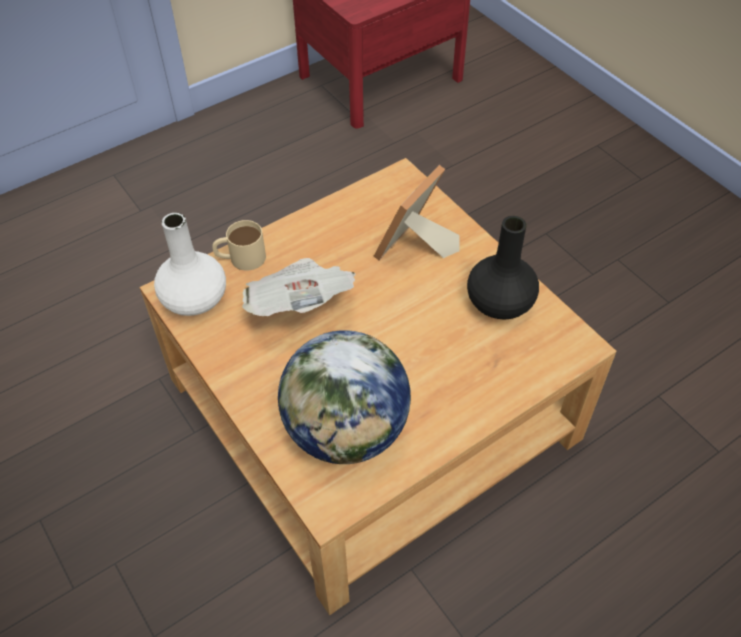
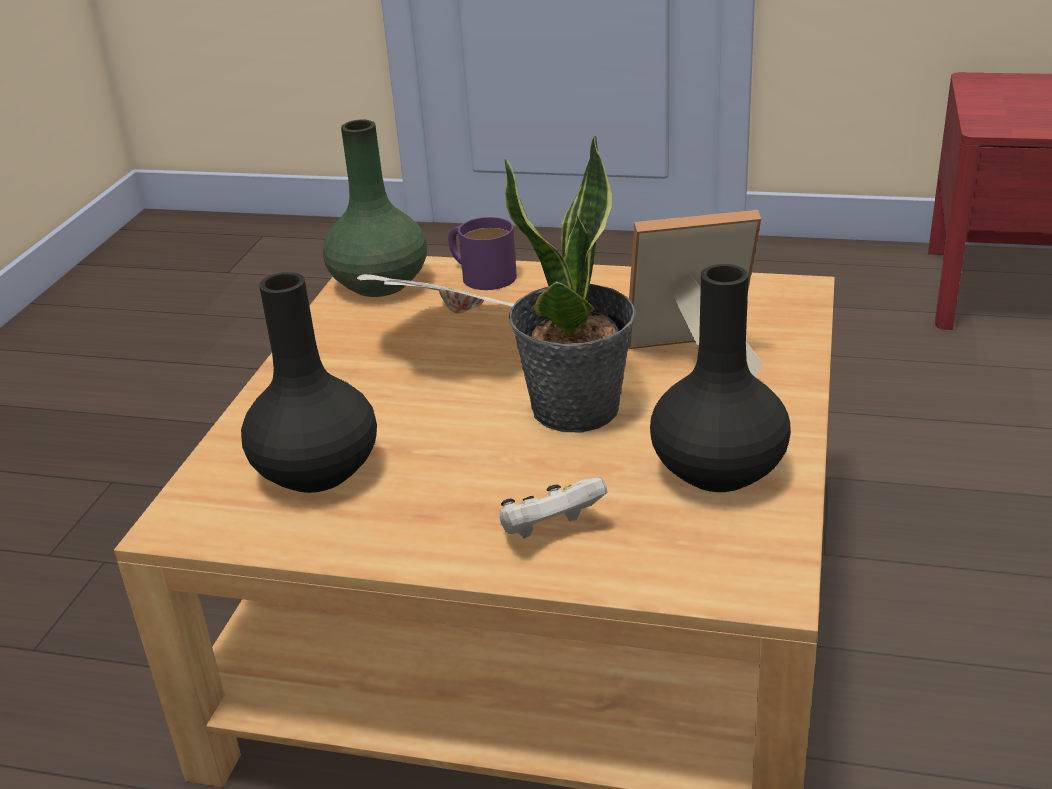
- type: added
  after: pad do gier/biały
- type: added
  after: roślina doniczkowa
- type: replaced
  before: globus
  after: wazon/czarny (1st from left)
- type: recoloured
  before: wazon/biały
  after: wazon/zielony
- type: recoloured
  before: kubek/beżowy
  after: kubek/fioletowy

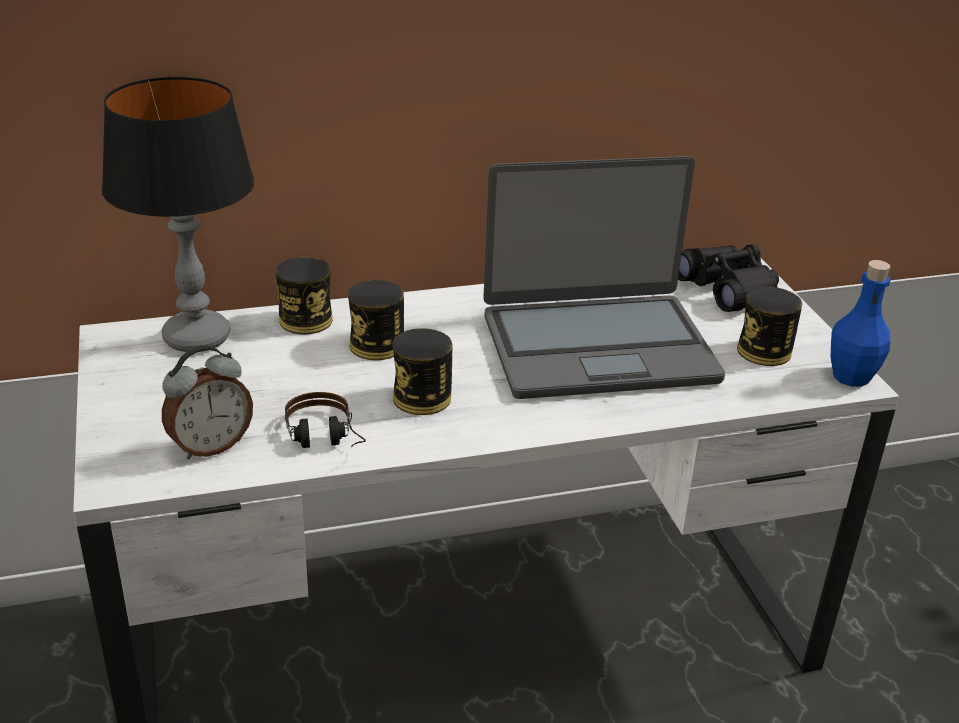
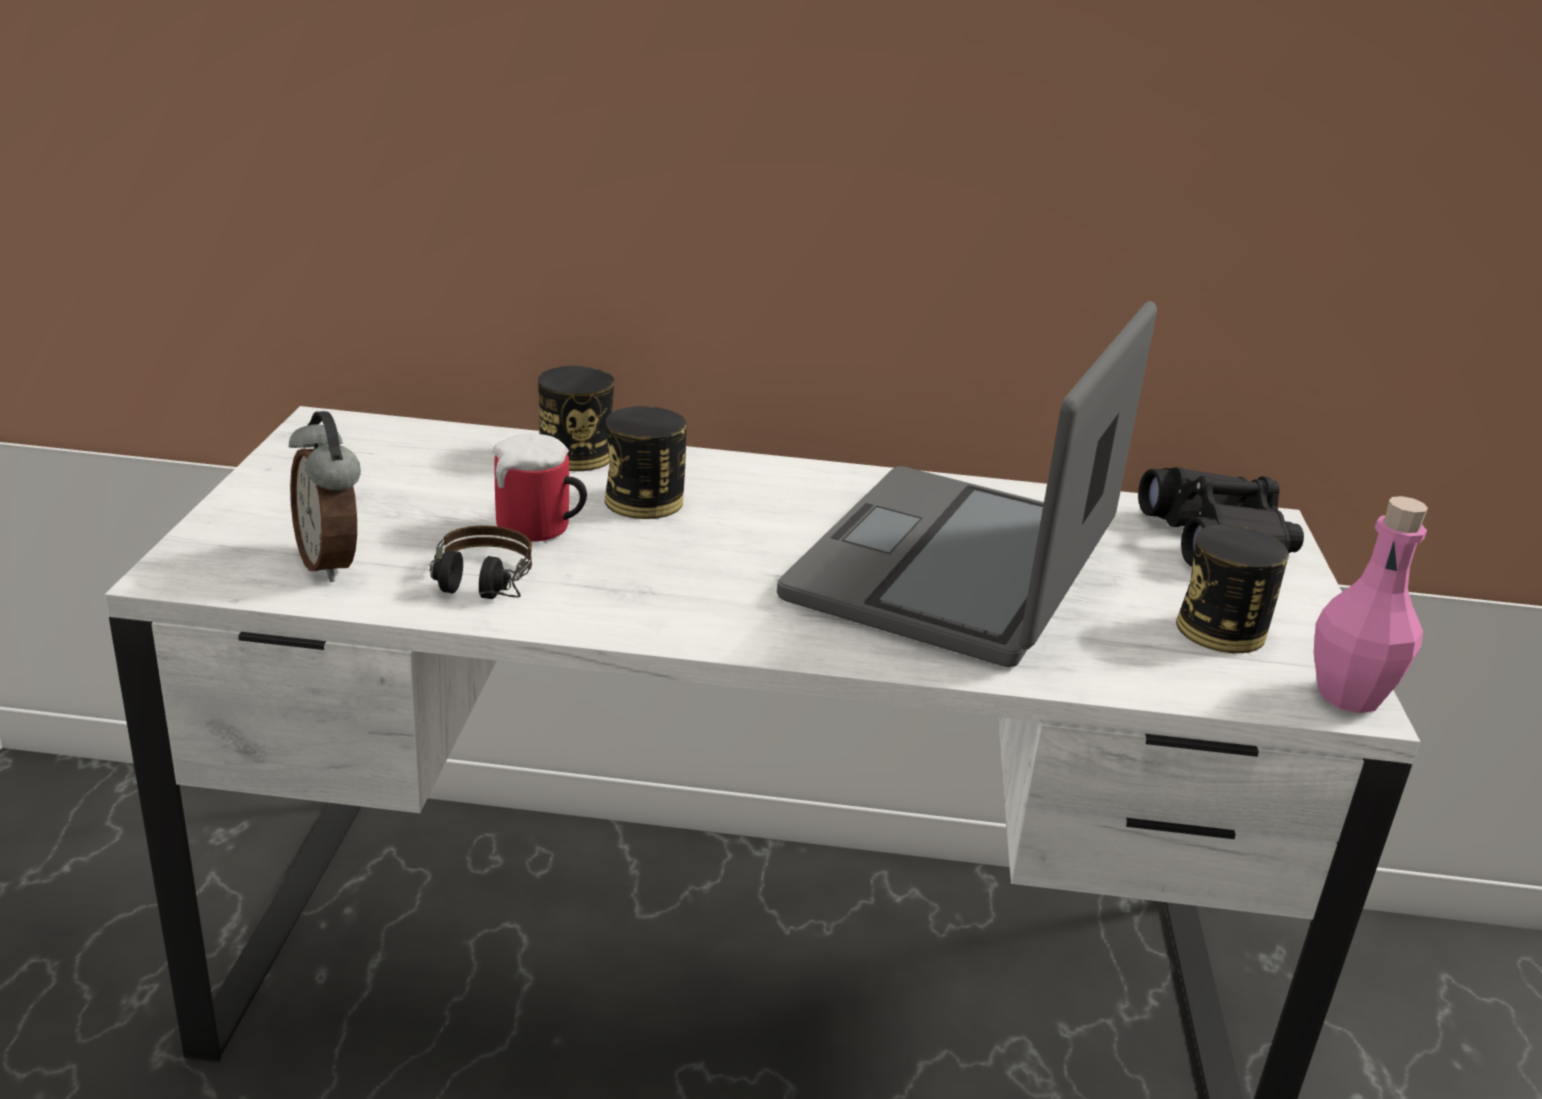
- type: removed
  before: lampa stołowa
- type: removed
  before: puszka (3rd from left)
- type: added
  after: kubek
- type: recoloured
  before: butelka/niebieski
  after: butelka/różowy
- type: turned
  before: budzik
  turn: 75
- type: turned
  before: laptop
  turn: 105

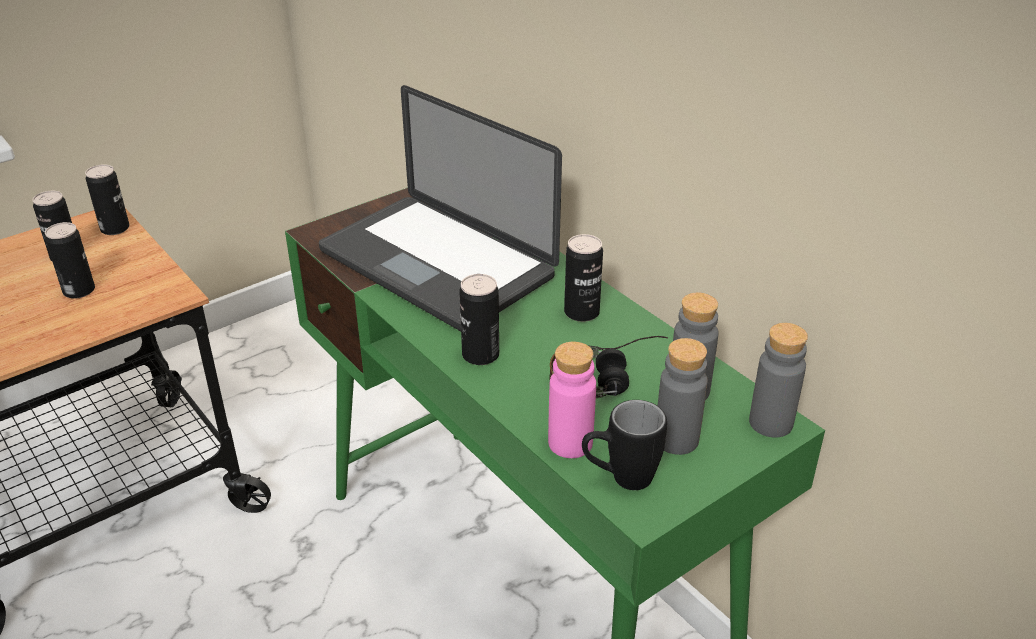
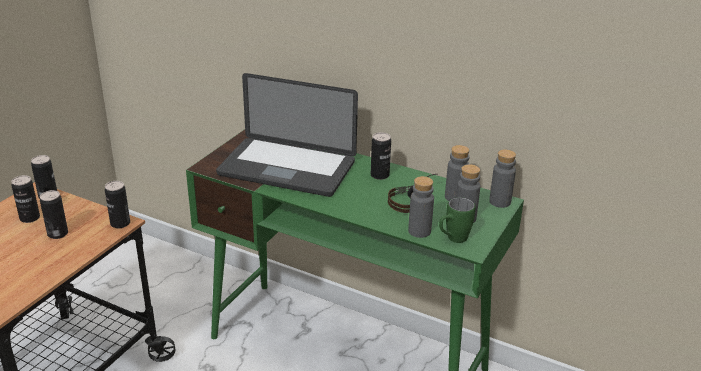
- type: moved
  before: puszka (4th from left)
- type: recoloured
  before: butelka/różowy
  after: butelka/szary (1st from left)
- type: recoloured
  before: kubek/czarny
  after: kubek/zielony

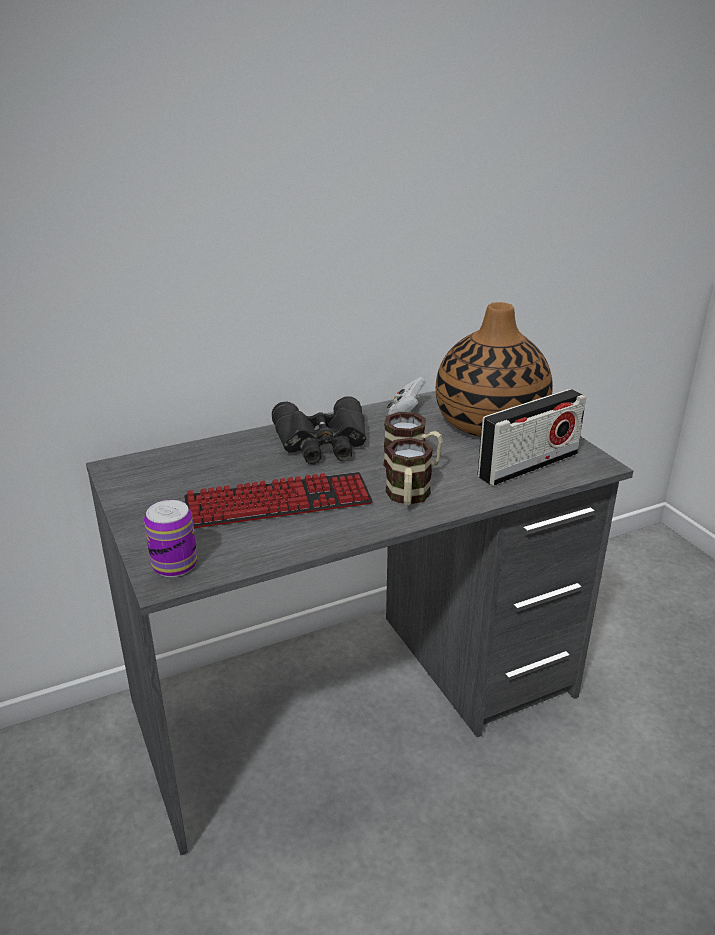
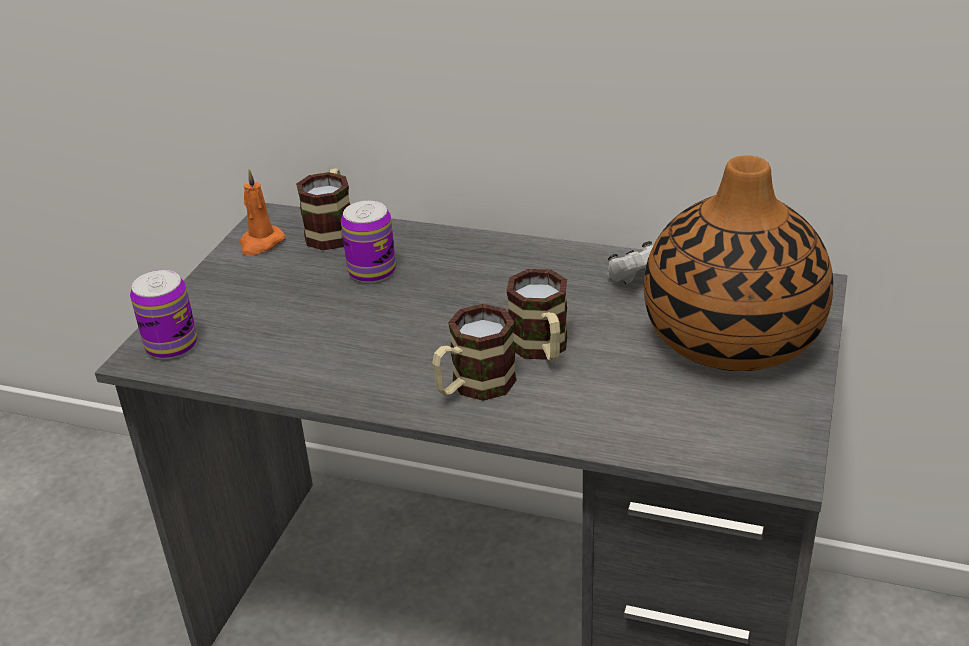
- type: removed
  before: klawiatura
- type: removed
  before: lornetka/czarny
- type: removed
  before: radio
- type: added
  after: świeca/pomarańczowy
- type: added
  after: kubek (1st from left)
- type: added
  after: puszka (2nd from left)

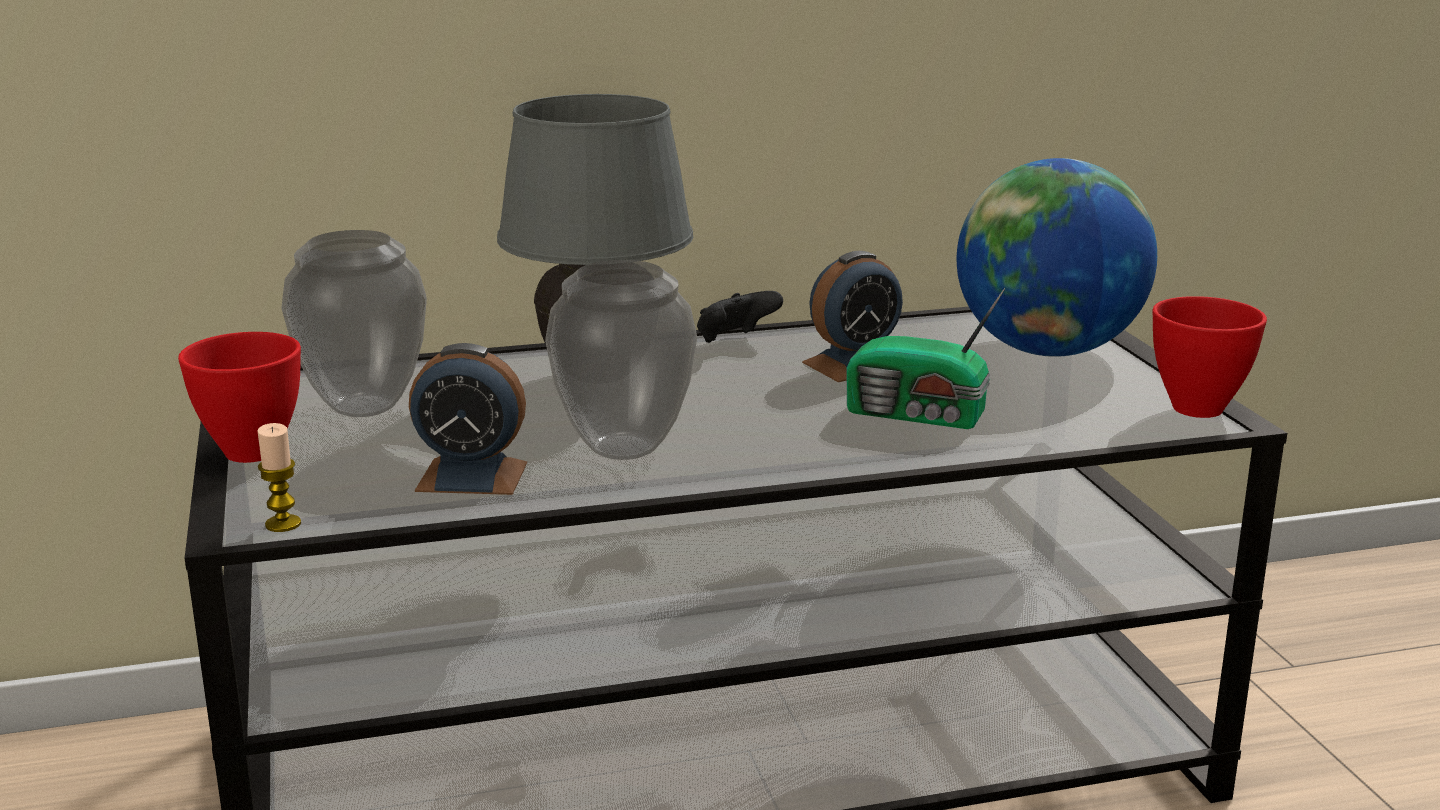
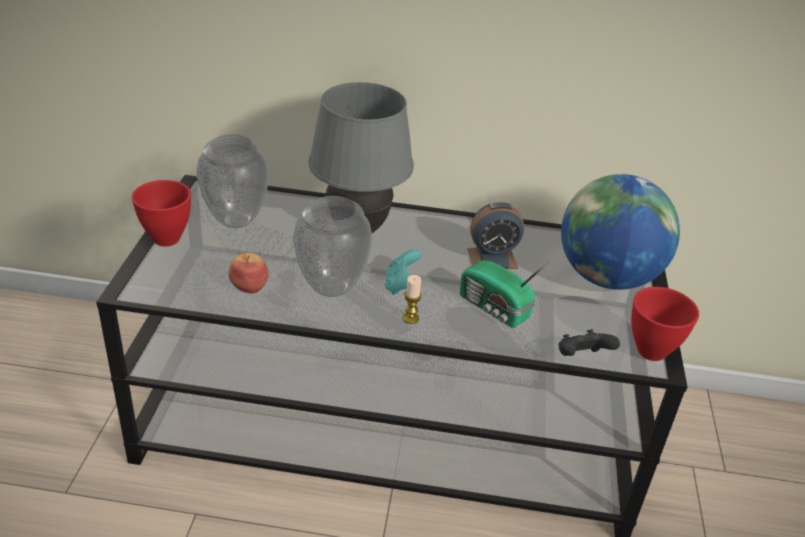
- type: added
  after: pad do gier/turkusowy
- type: moved
  before: świeca
- type: moved
  before: pad do gier/czarny
- type: replaced
  before: budzik (1st from left)
  after: jabłko

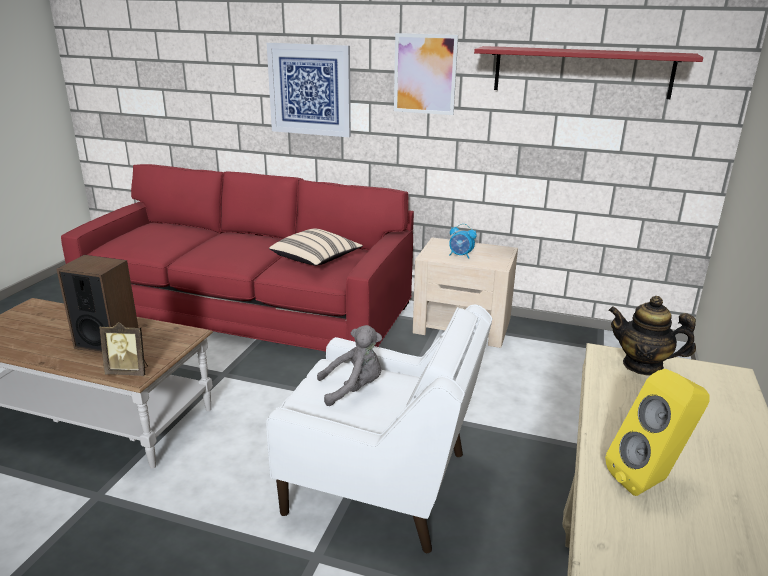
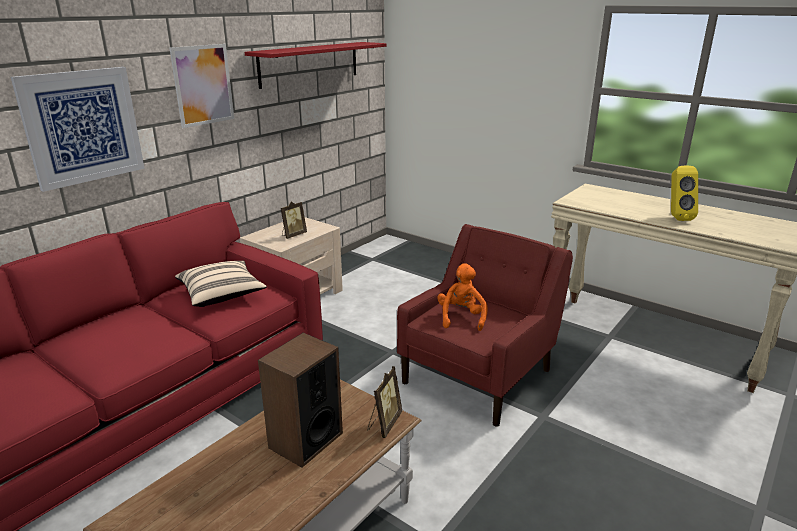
- type: removed
  before: imbryk
- type: replaced
  before: budzik
  after: ramka na zdjęcie (1st from left)
- type: recoloured
  before: fotel/biały
  after: fotel/czerwony
- type: recoloured
  before: pluszak/szary
  after: pluszak/pomarańczowy

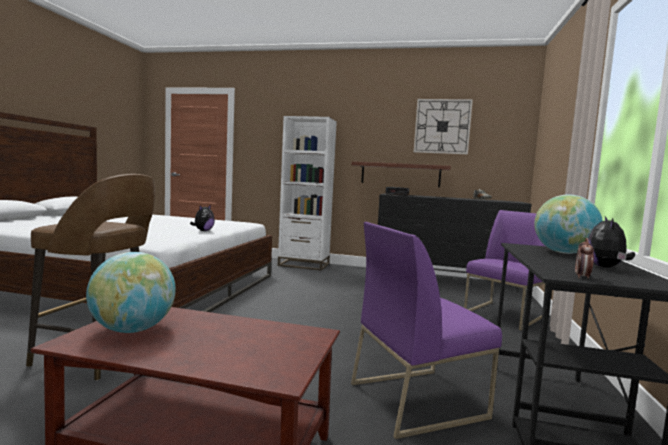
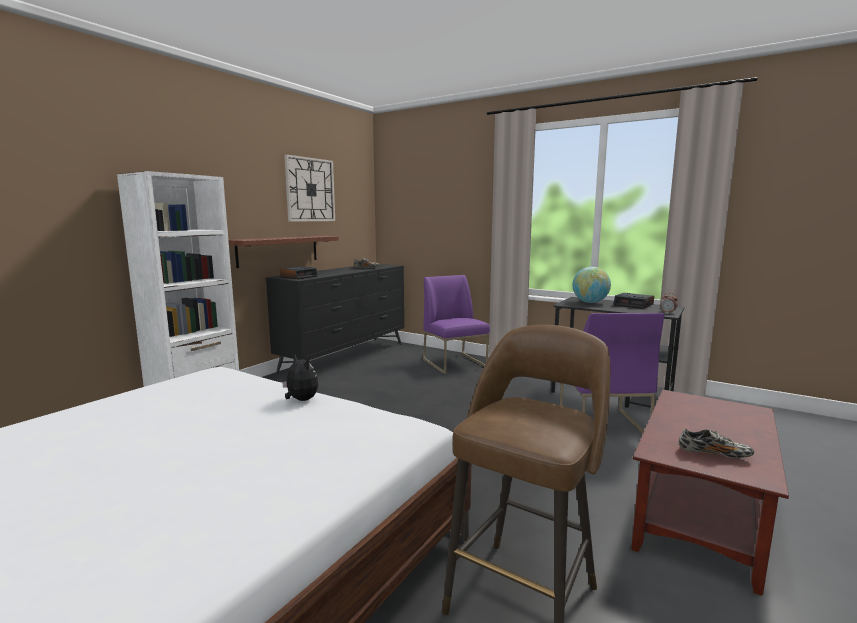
- type: replaced
  before: globus (1st from left)
  after: but (2nd from left)
- type: replaced
  before: pluszak (2nd from left)
  after: budzik (2nd from left)

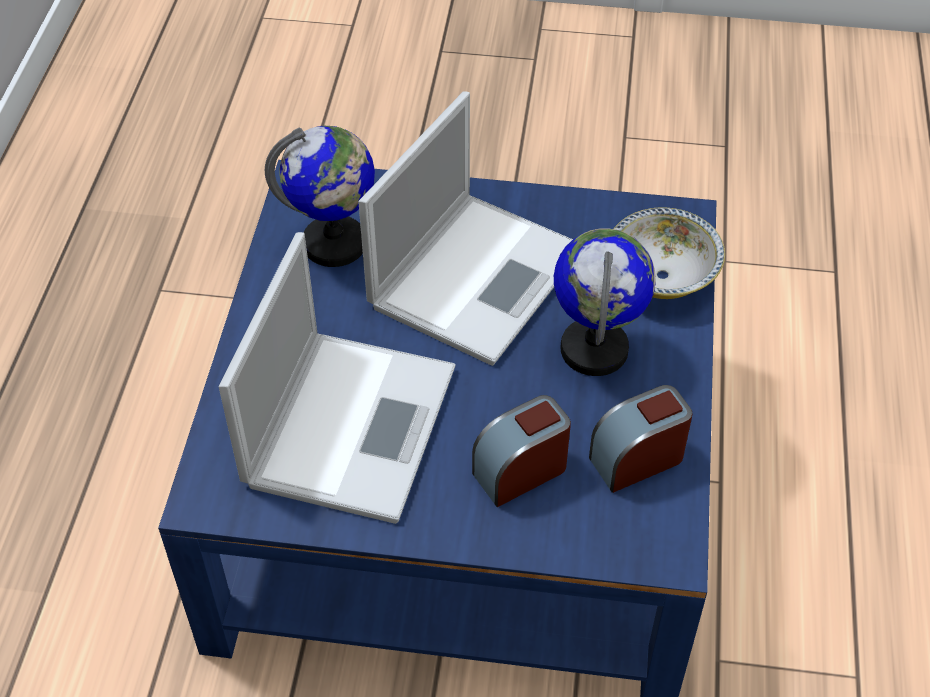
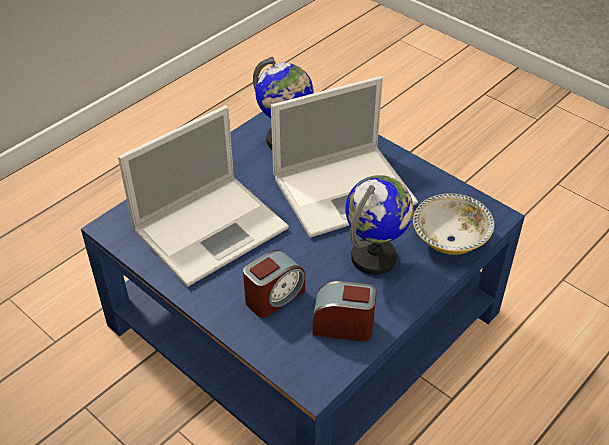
- type: turned
  before: budzik (1st from left)
  turn: 135

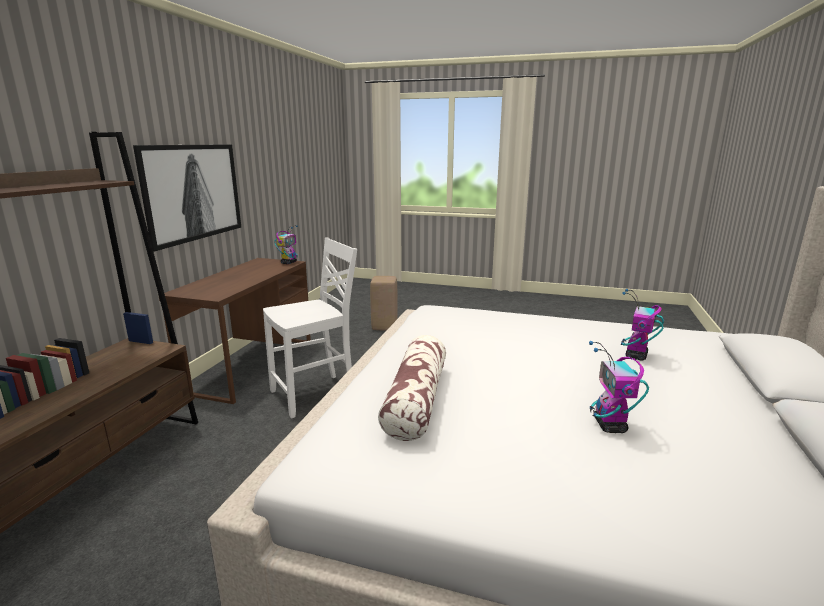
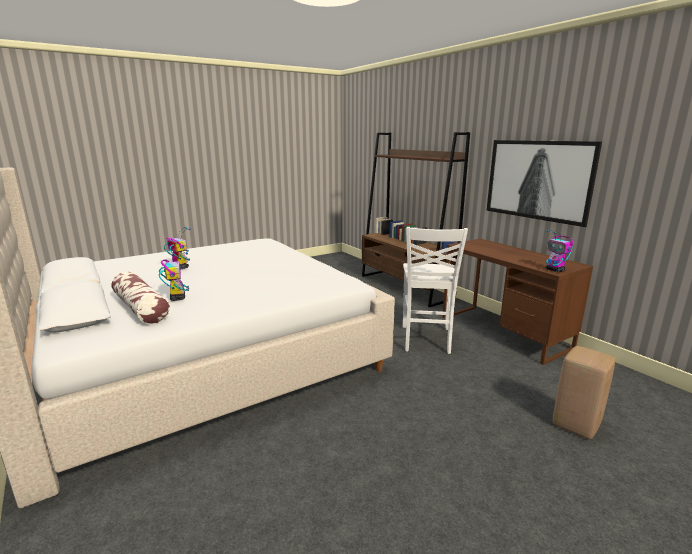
- type: moved
  before: poduszka

